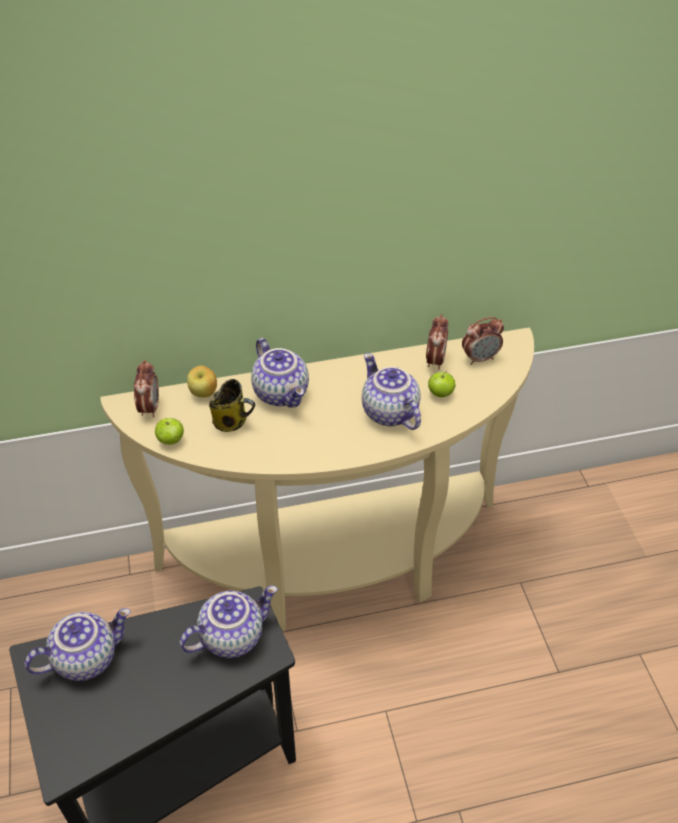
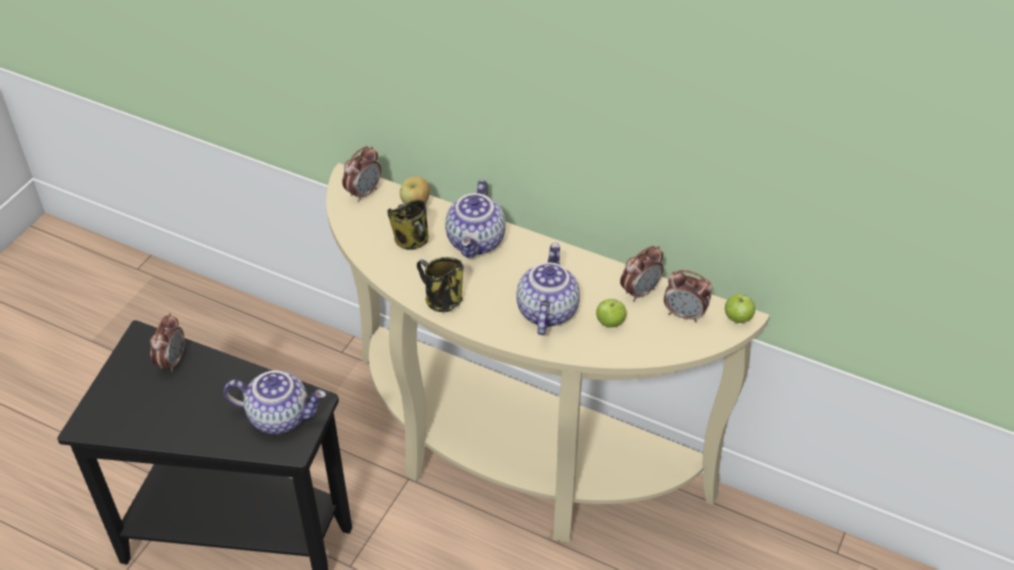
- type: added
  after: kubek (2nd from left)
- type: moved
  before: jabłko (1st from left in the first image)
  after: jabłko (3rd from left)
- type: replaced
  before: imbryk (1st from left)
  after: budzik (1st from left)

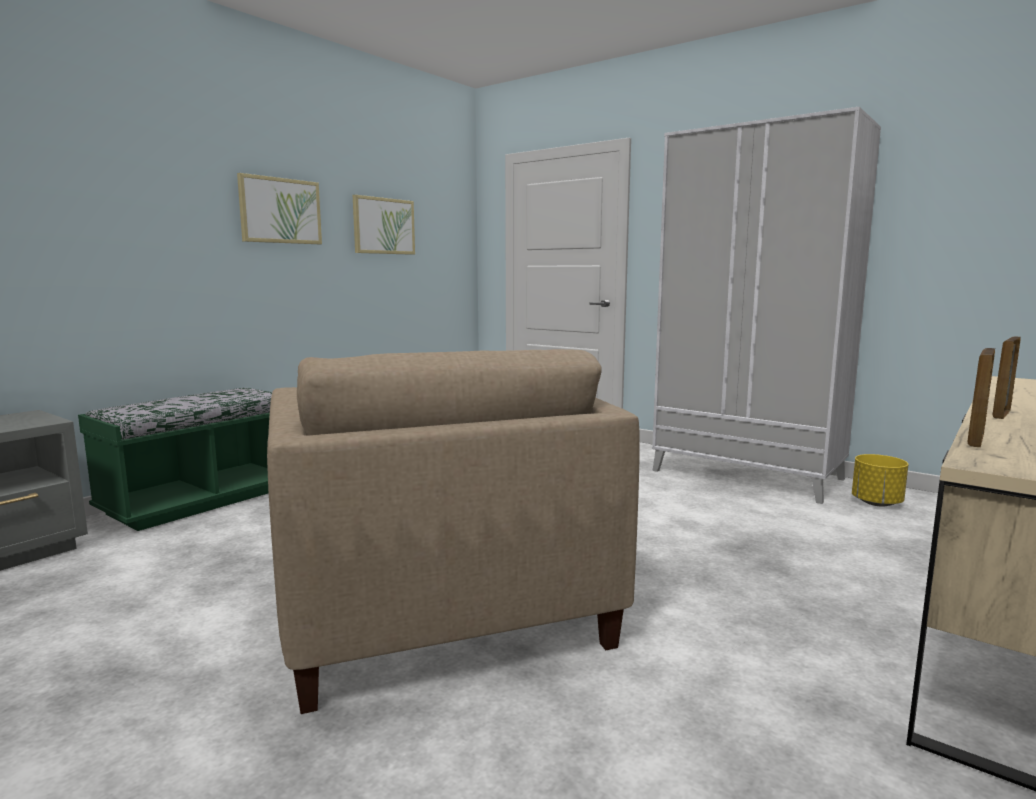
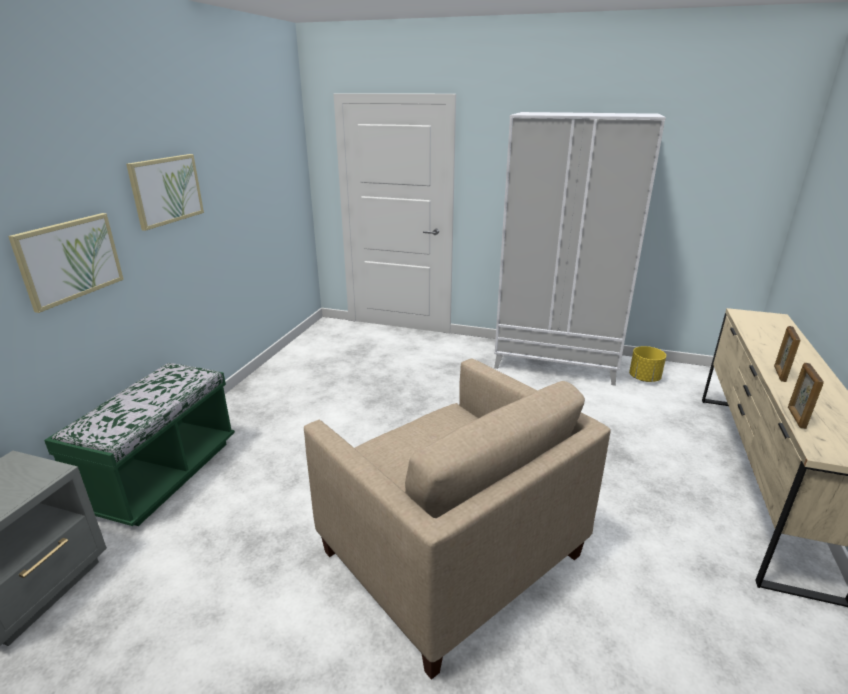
- type: moved
  before: obraz (2nd from left in the first image)
  after: obraz (1st from left)

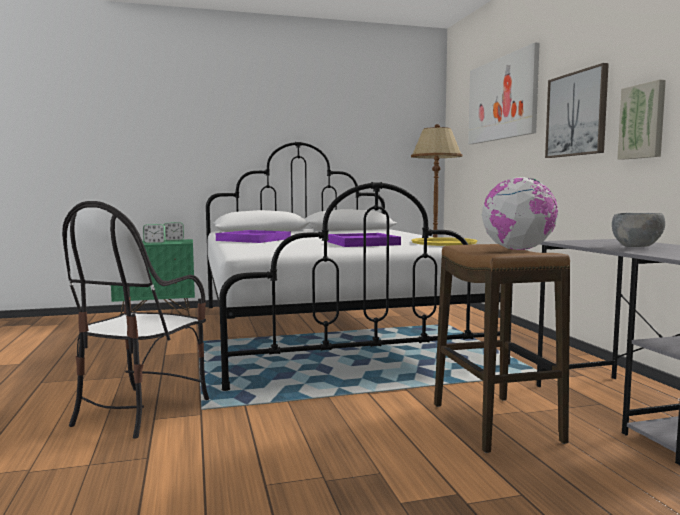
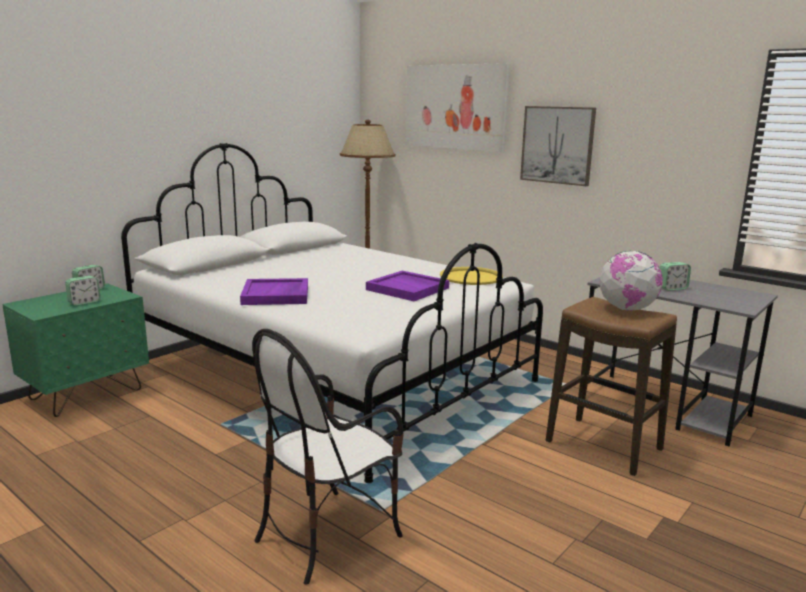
- type: removed
  before: obraz (3rd from left)
- type: replaced
  before: miska/szary
  after: budzik (3rd from left)
- type: turned
  before: krzesło
  turn: 60

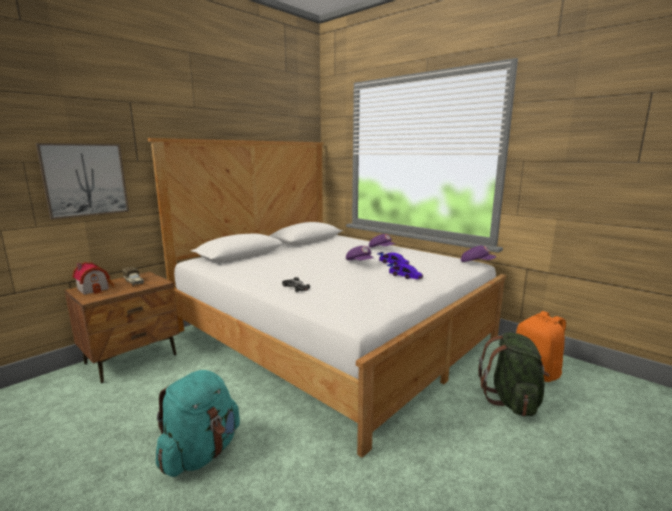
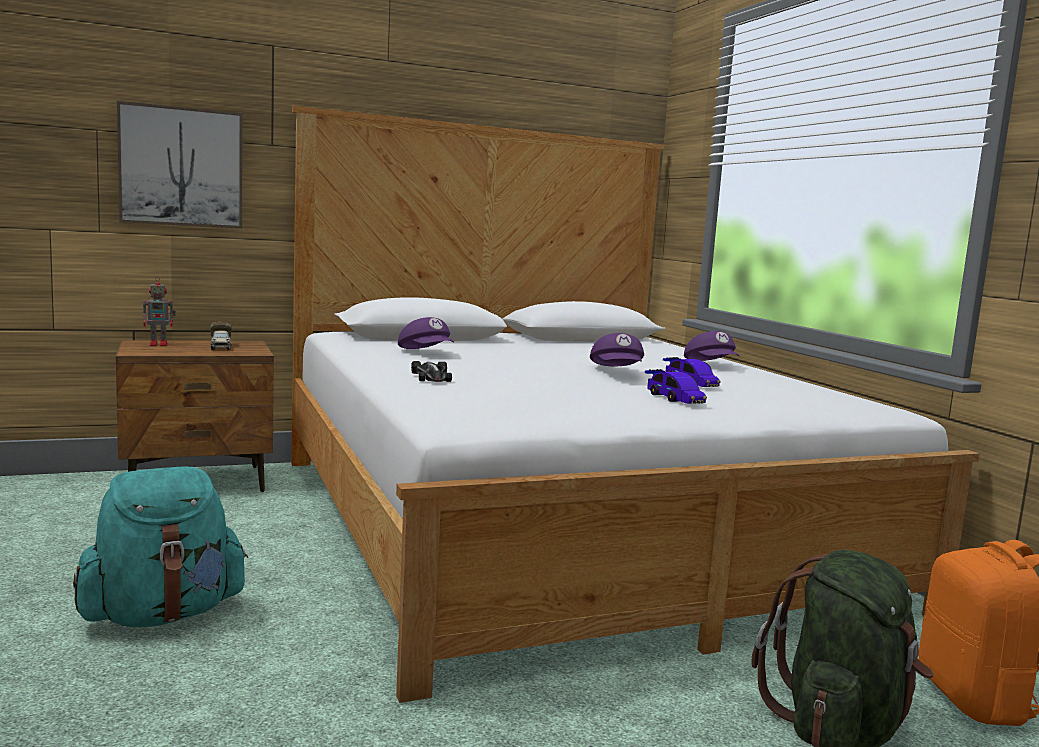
- type: moved
  before: czapka z daszkiem/fioletowy (3rd from left in the first image)
  after: czapka z daszkiem/fioletowy (1st from left)
- type: replaced
  before: domek
  after: robot zabawkowy

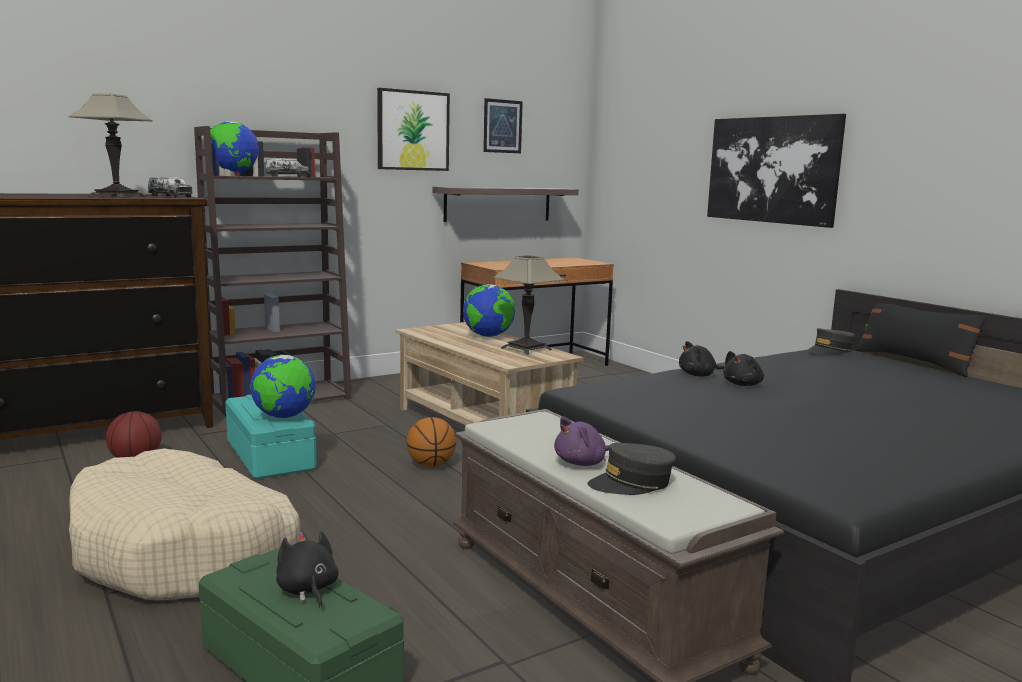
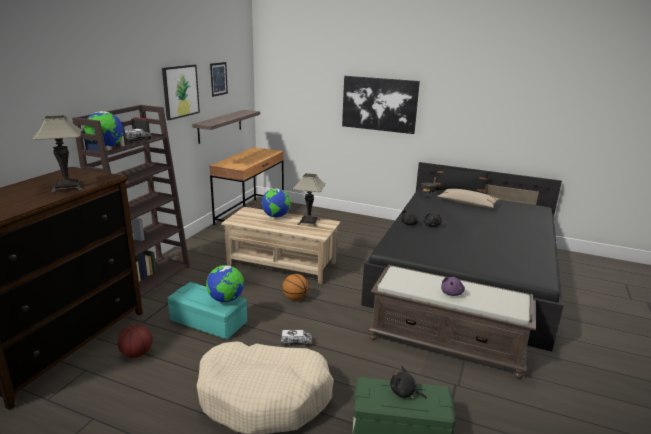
- type: removed
  before: czapka z daszkiem/szary (1st from left)
- type: added
  after: poduszka/beżowy
- type: moved
  before: ciężarówka zabawkowa (1st from left in the first image)
  after: ciężarówka zabawkowa (2nd from left)

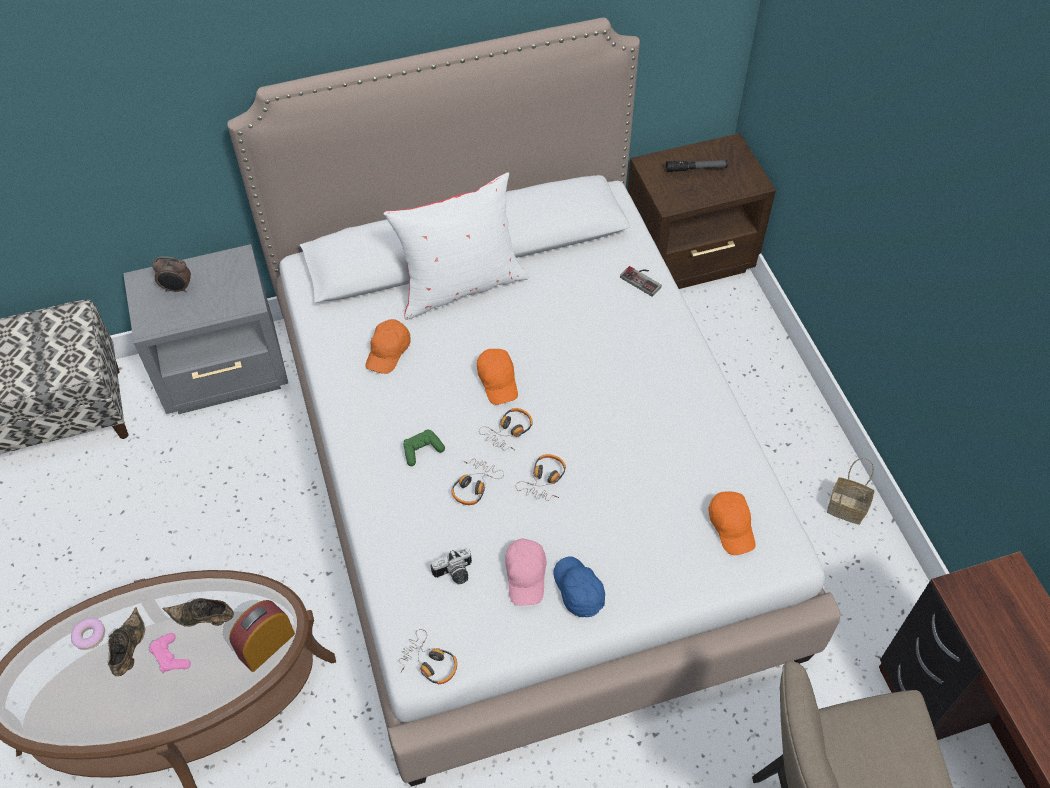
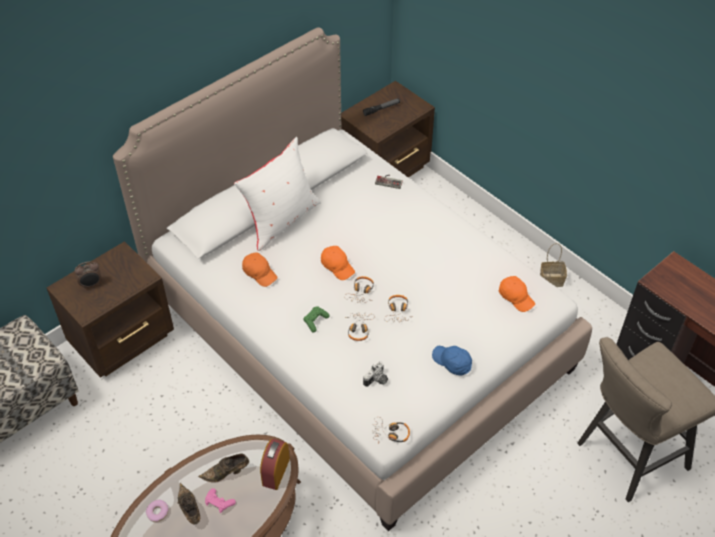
- type: removed
  before: czapka z daszkiem/różowy
- type: recoloured
  before: szafka nocna/szary
  after: szafka nocna/brązowy (1st from left)
- type: turned
  before: czapka z daszkiem/pomarańczowy (1st from left)
  turn: -45

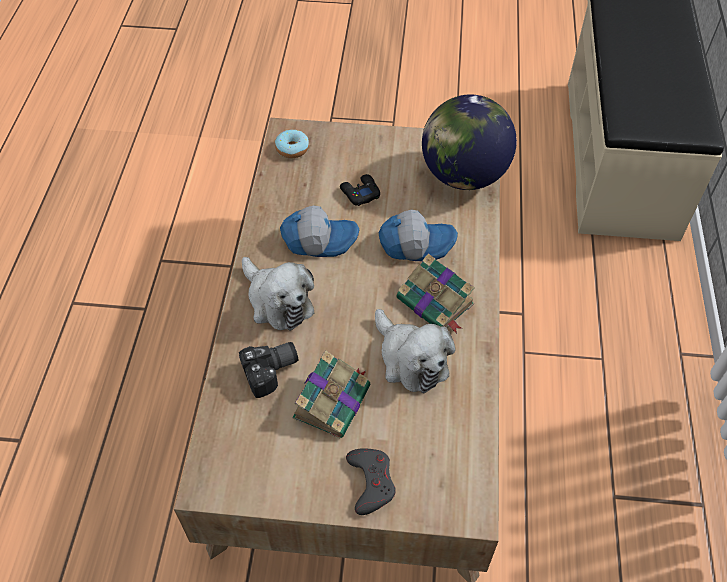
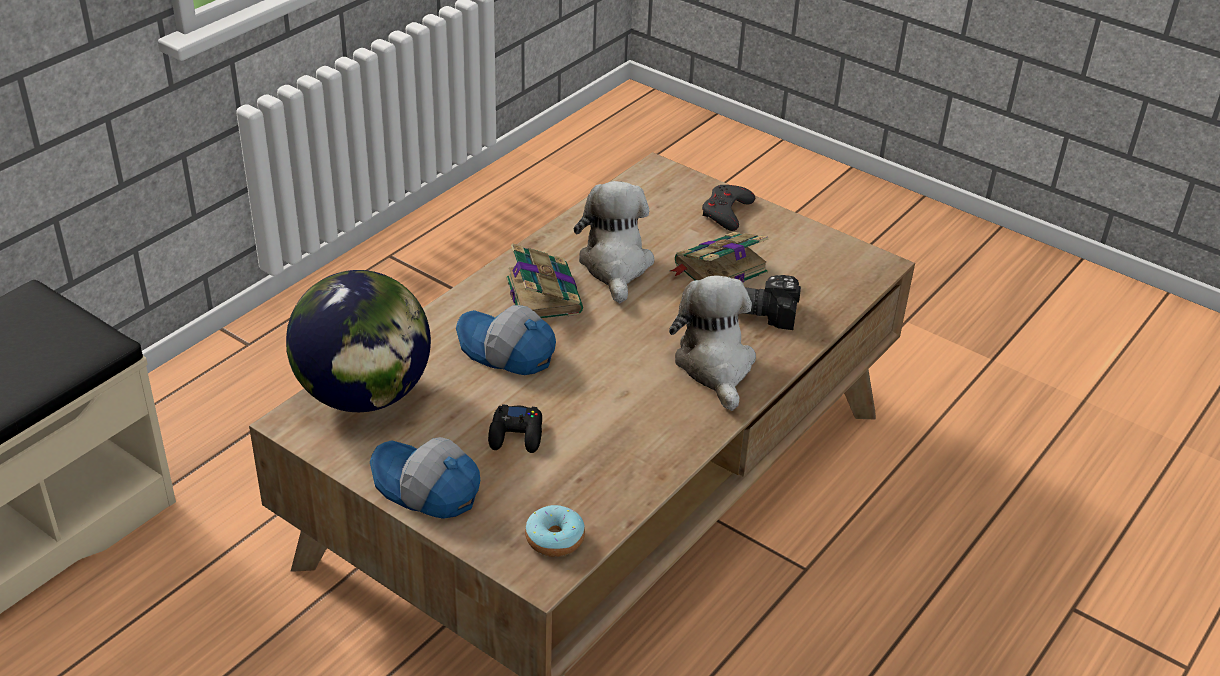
- type: moved
  before: czapka z daszkiem (1st from left)

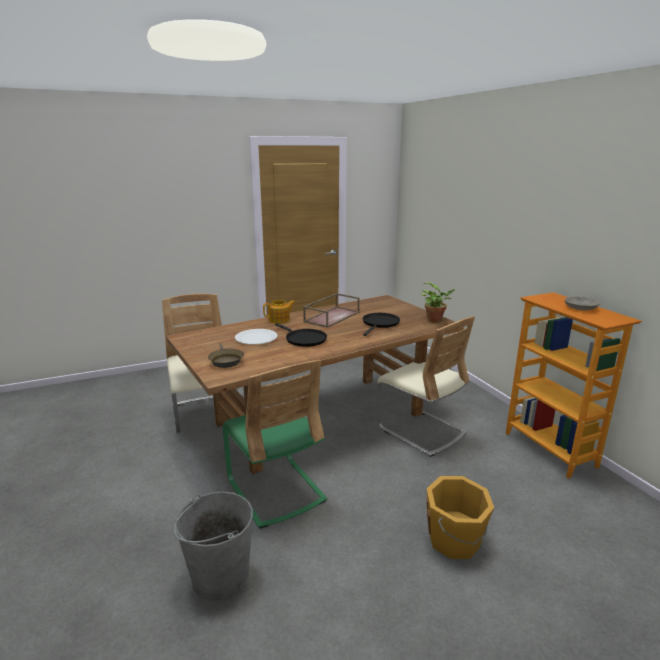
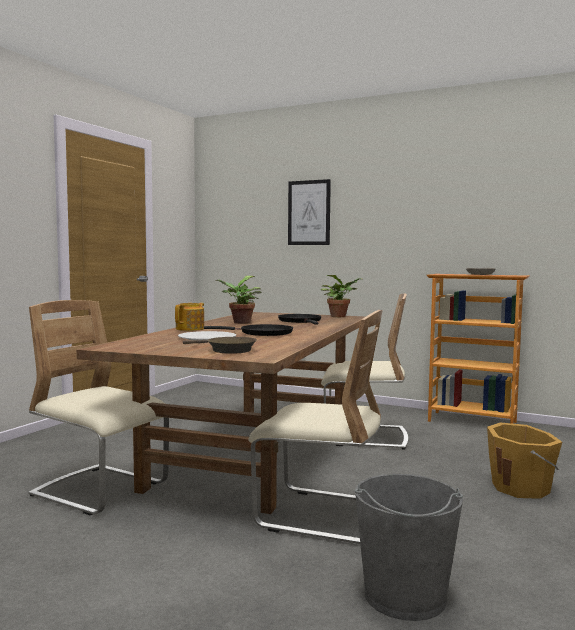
- type: added
  after: obraz
- type: replaced
  before: taca/brązowy
  after: roślina doniczkowa (1st from left)
- type: recoloured
  before: krzesło/zielony
  after: krzesło/beżowy (2nd from left)

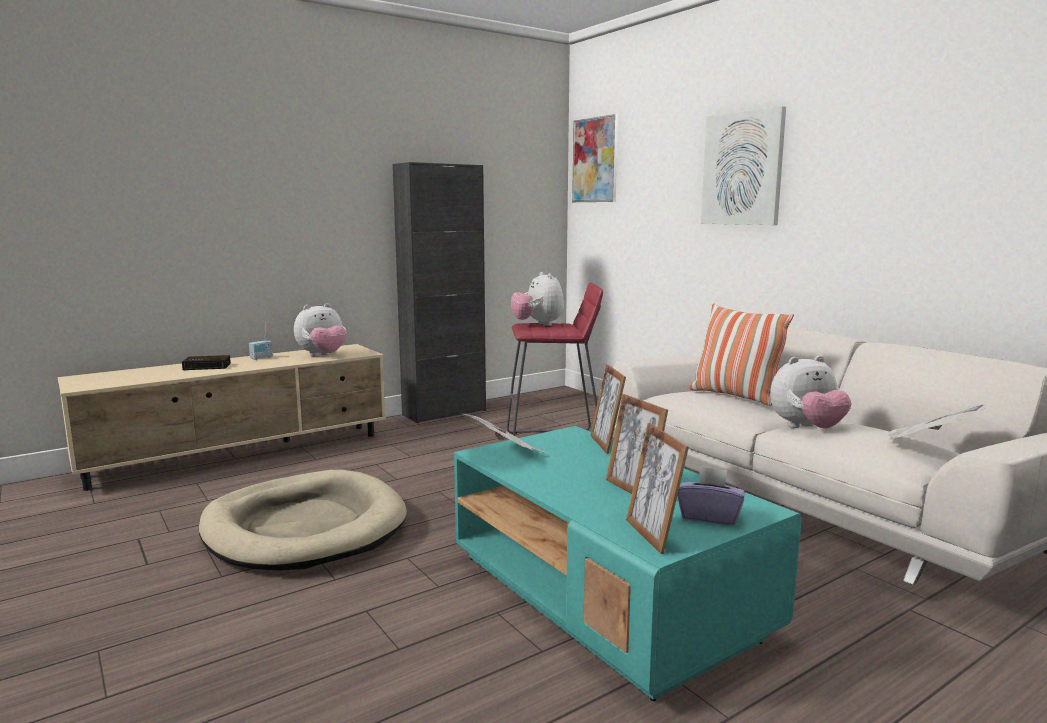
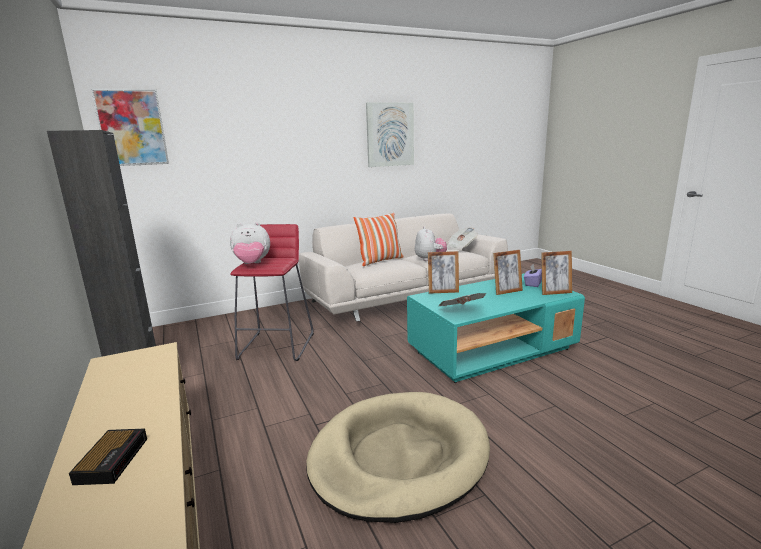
- type: removed
  before: radio
- type: removed
  before: pluszak (1st from left)
- type: moved
  before: obraz (2nd from left)

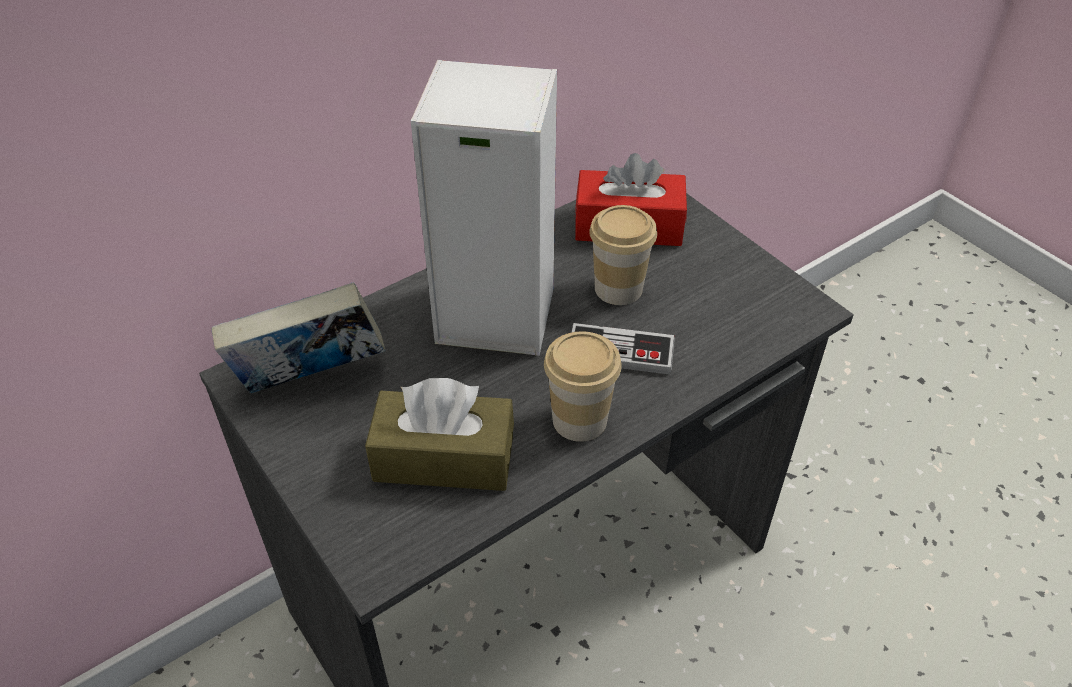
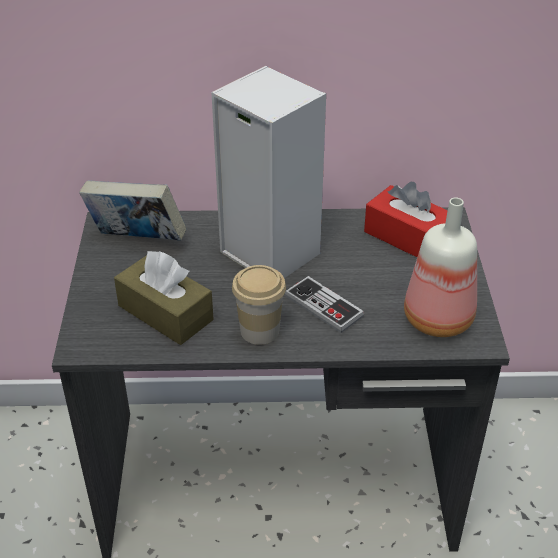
- type: removed
  before: filiżanka (2nd from left)
- type: added
  after: butelka

